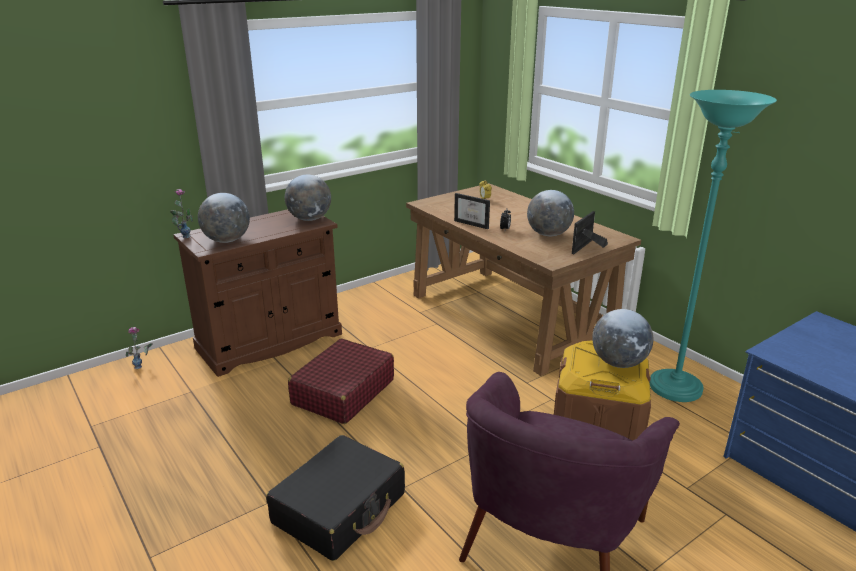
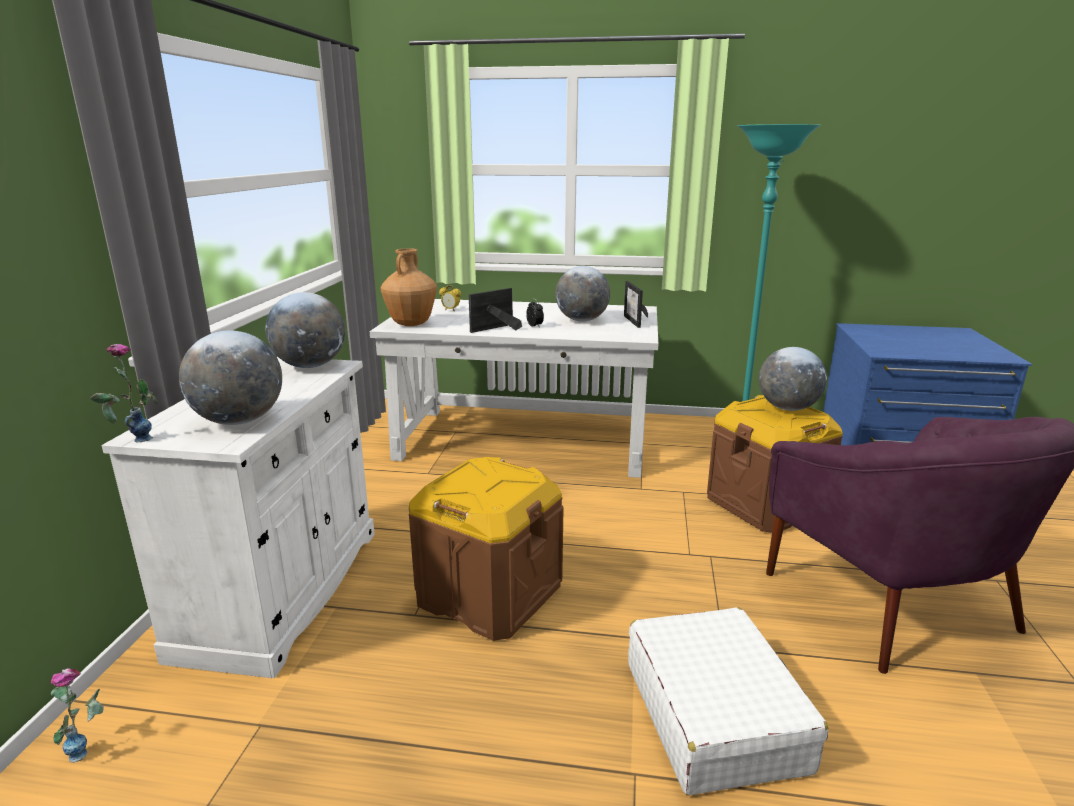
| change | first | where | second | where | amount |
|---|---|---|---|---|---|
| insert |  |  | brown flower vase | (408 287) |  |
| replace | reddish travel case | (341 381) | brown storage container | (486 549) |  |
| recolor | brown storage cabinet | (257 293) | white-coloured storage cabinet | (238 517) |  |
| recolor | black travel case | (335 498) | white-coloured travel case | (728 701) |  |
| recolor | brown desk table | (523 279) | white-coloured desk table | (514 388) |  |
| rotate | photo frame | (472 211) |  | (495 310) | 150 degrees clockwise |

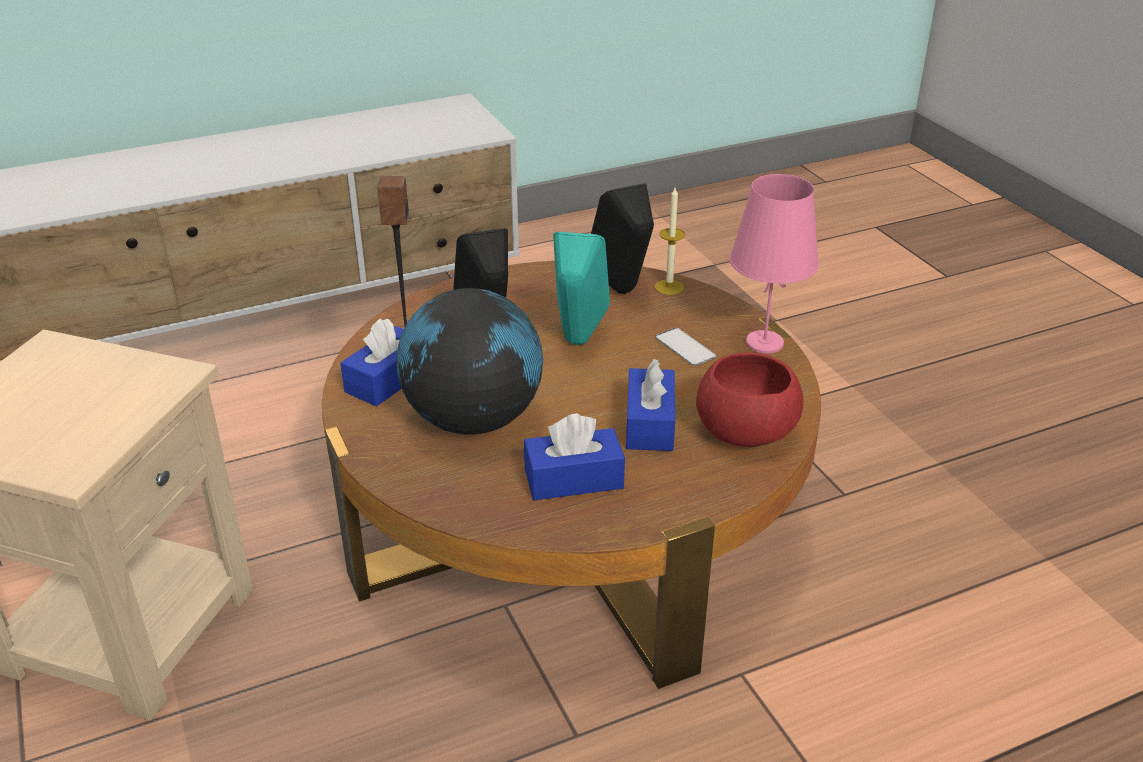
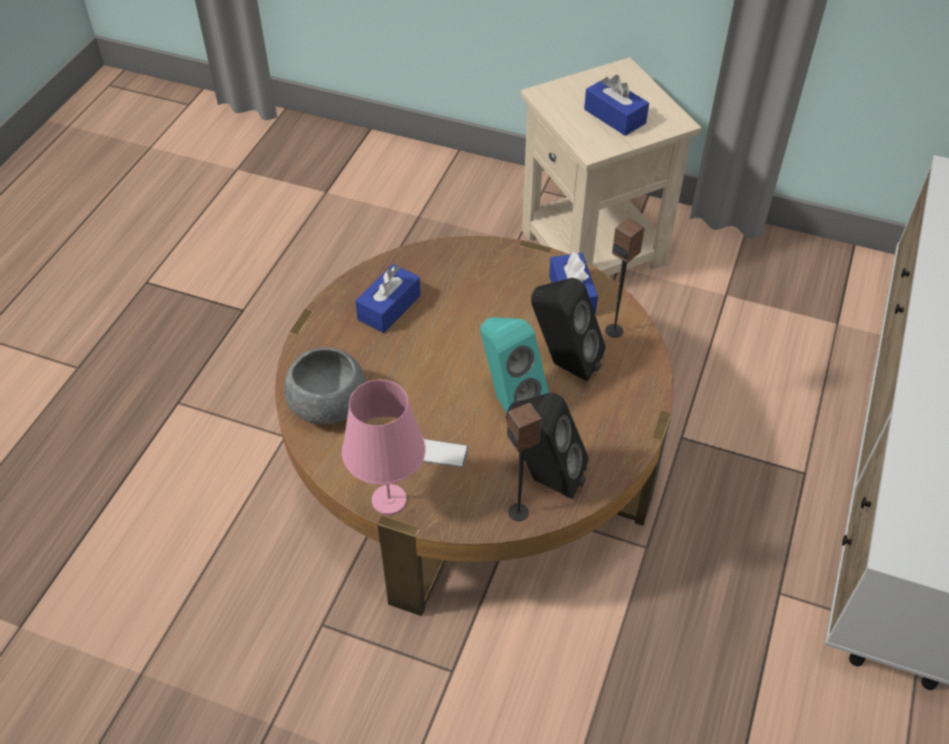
| change | first | where | second | where | amount |
|---|---|---|---|---|---|
| delete | world globe | (469 361) |  |  |  |
| move | blue tissue box | (650 405) |  | (616 105) |  |
| replace | wax candle | (670 241) | speaker | (524 462) |  |
| recolor | reddish deep dish | (749 399) | gray deep dish | (325 386) |  |

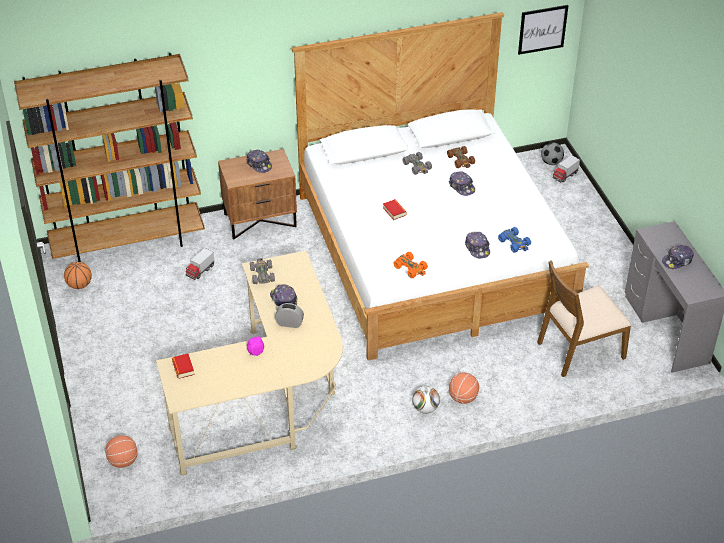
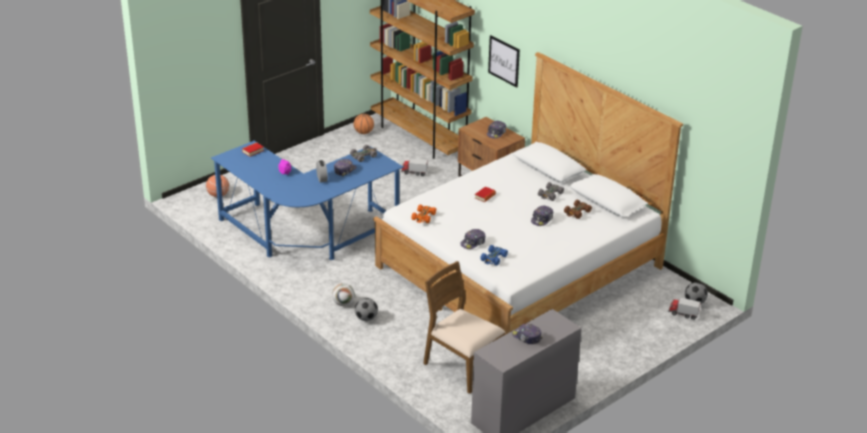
| change | first | where | second | where | amount |
|---|---|---|---|---|---|
| move | wall picture | (543 30) |  | (504 61) |  |
| replace | basketball | (464 388) | football ball | (366 309) |  |
| recolor | beige desk table | (249 363) | blue desk table | (307 200) |  |

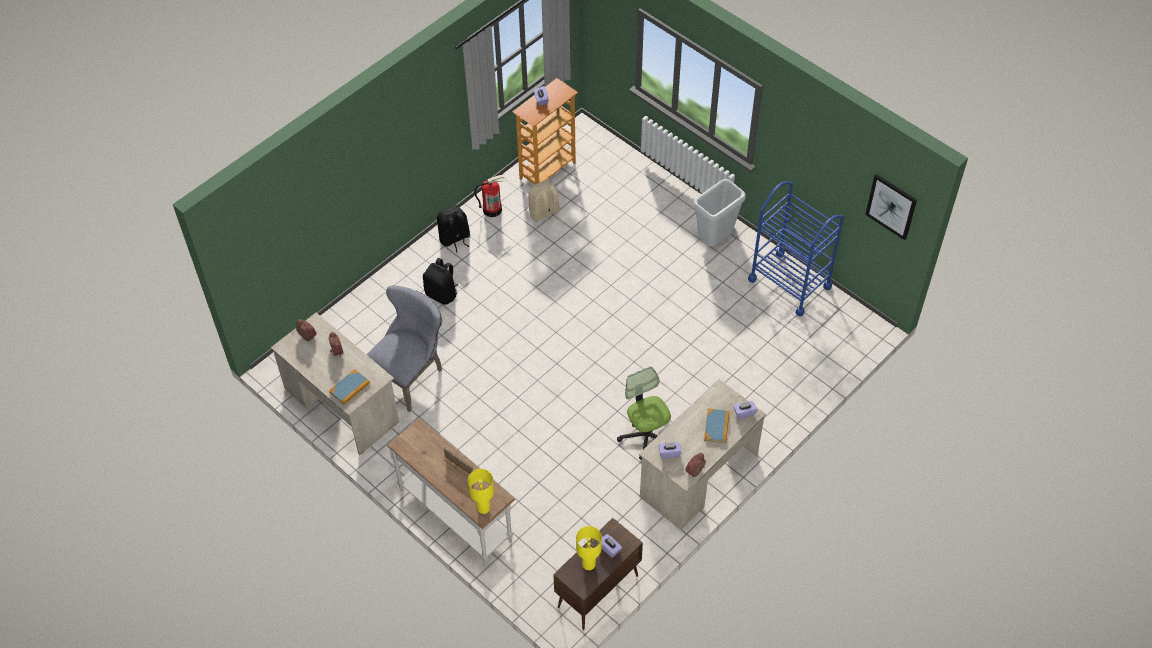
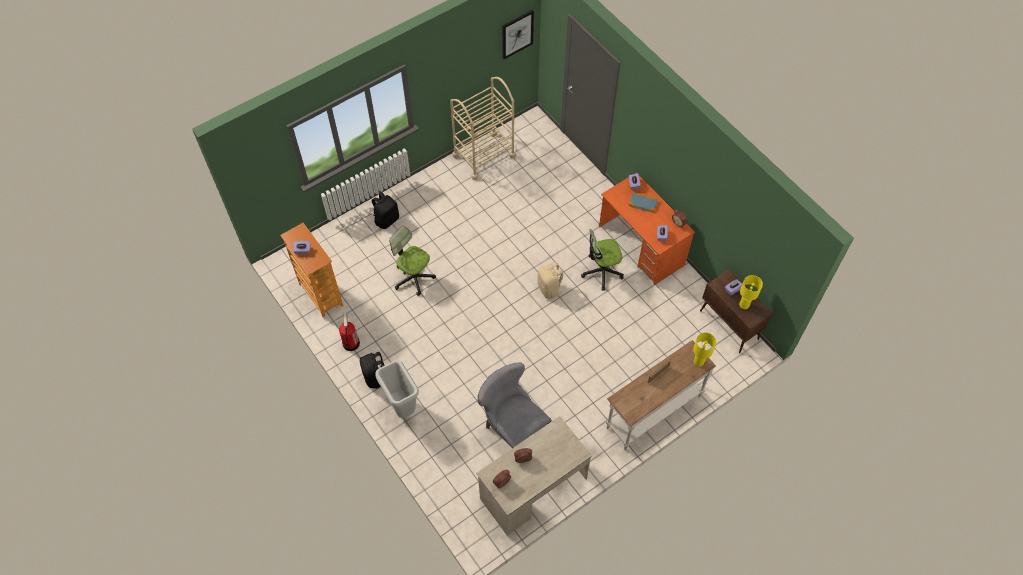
| change | first | where | second | where | amount |
|---|---|---|---|---|---|
| delete | book | (349 387) |  |  |  |
| insert |  |  | computer chair | (412 261) |  |
| move | black rucksack | (440 281) |  | (385 210) |  |
| move | beige rucksack | (544 203) |  | (551 280) |  |
| move | gray rubbish bin | (719 213) |  | (397 389) |  |
| recolor | beige desk table | (702 454) | orangey desk table | (647 228) |  |
| recolor | blue cart | (796 249) | beige cart | (483 128) |  |

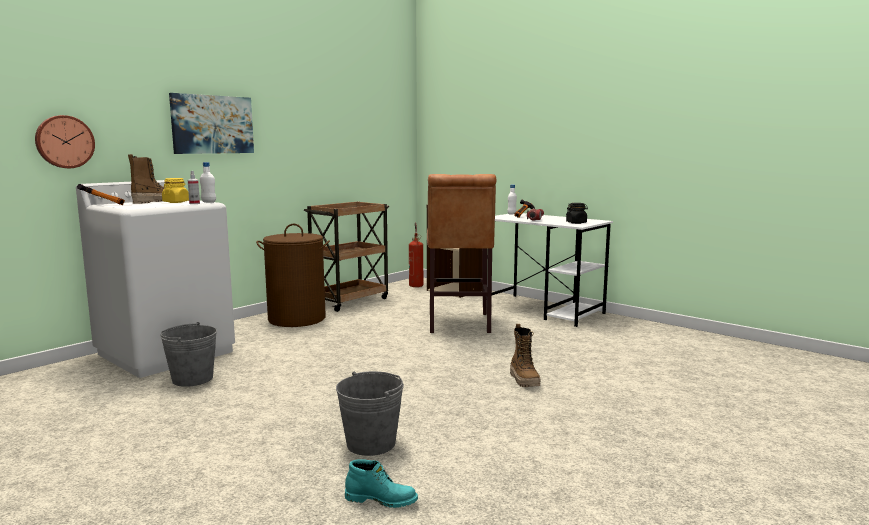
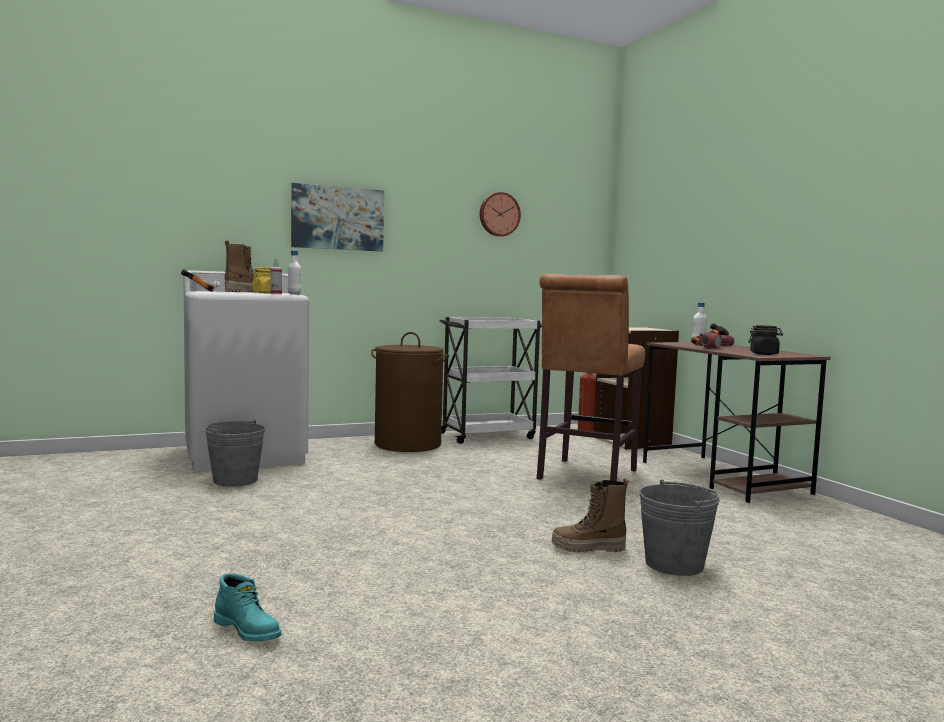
| change | first | where | second | where | amount |
|---|---|---|---|---|---|
| move | clock on the wall | (65 141) |  | (500 214) |  |
| move | gray water bucket | (370 413) |  | (679 528) |  |
| recolor | brown cart | (346 256) | white-coloured cart | (491 380) |  |
| recolor | white-coloured desk table | (552 270) | brown desk table | (737 422) |  |
| rotate | high-top boot | (525 355) |  | (590 515) | 75 degrees clockwise |

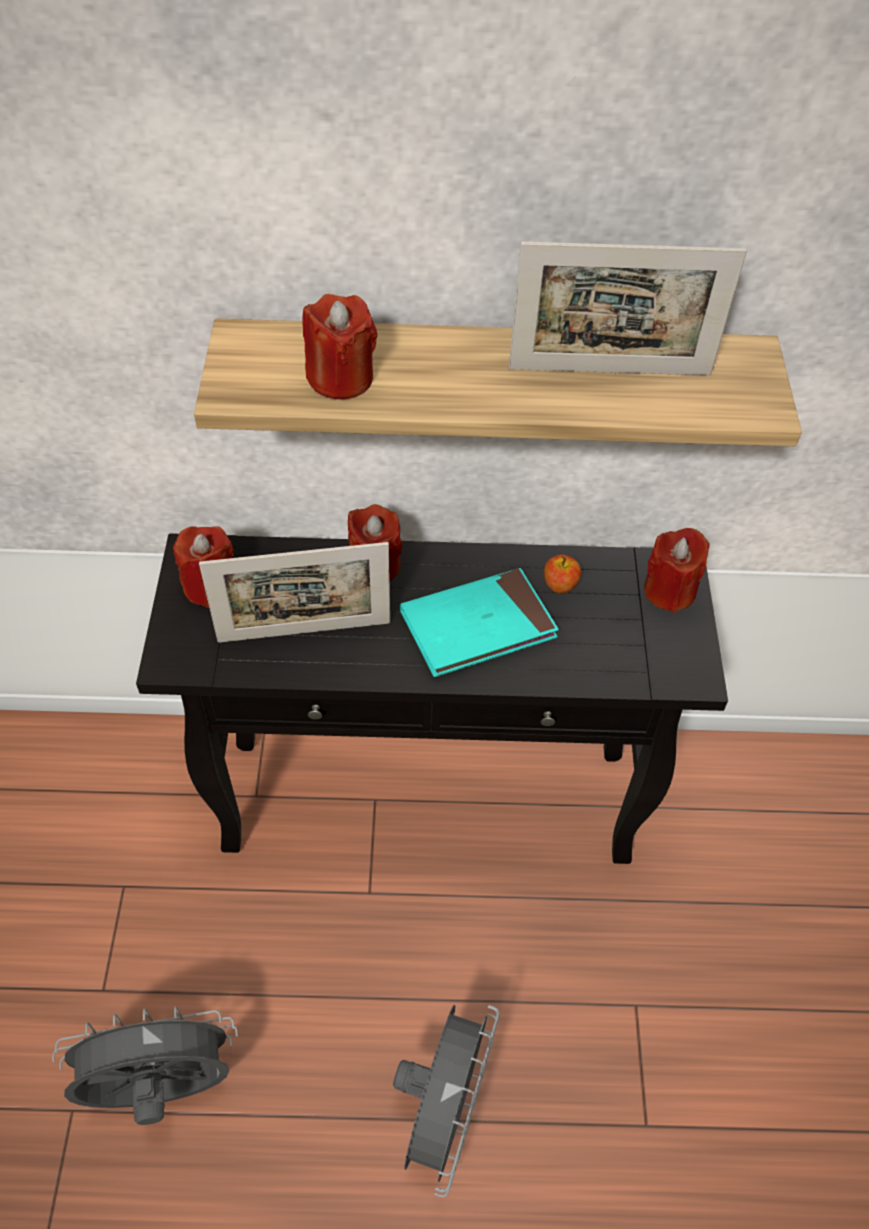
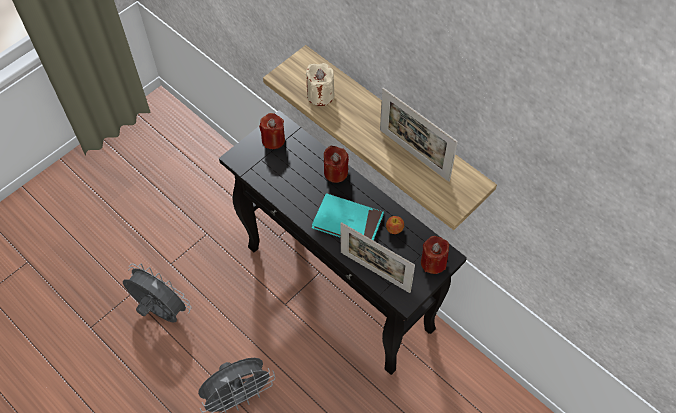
| change | first | where | second | where | amount |
|---|---|---|---|---|---|
| move | photo frame | (294 592) |  | (377 257) |  |
| recolor | reddish wax candle | (339 346) | beige wax candle | (320 84) |  |

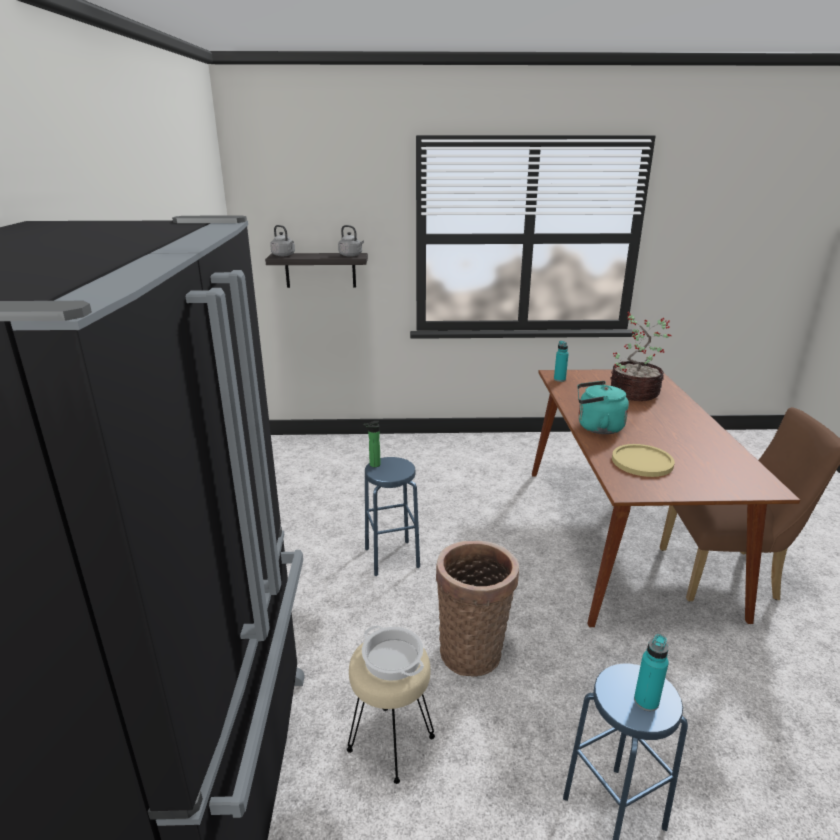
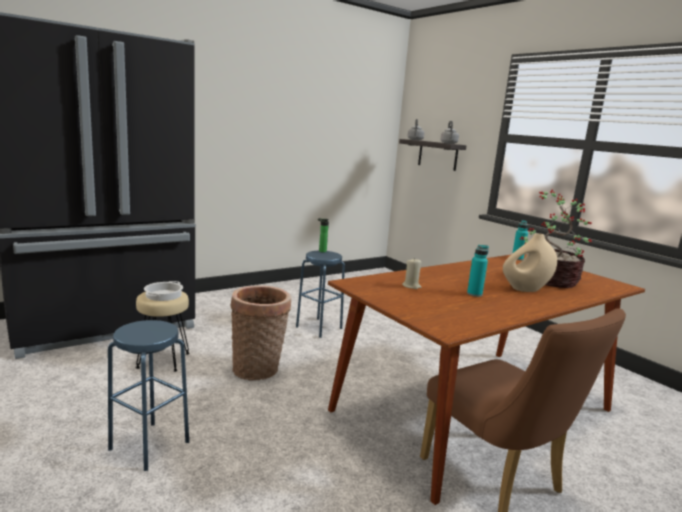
| change | first | where | second | where | amount |
|---|---|---|---|---|---|
| delete | turquoise-coloured tea kettle | (603 407) |  |  |  |
| insert |  |  | beige flower vase | (530 262) |  |
| move | turquoise-coloured beverage bottle | (651 672) |  | (478 271) |  |
| replace | yellow-coloured dinner plate | (643 460) | beige wax candle | (411 273) |  |

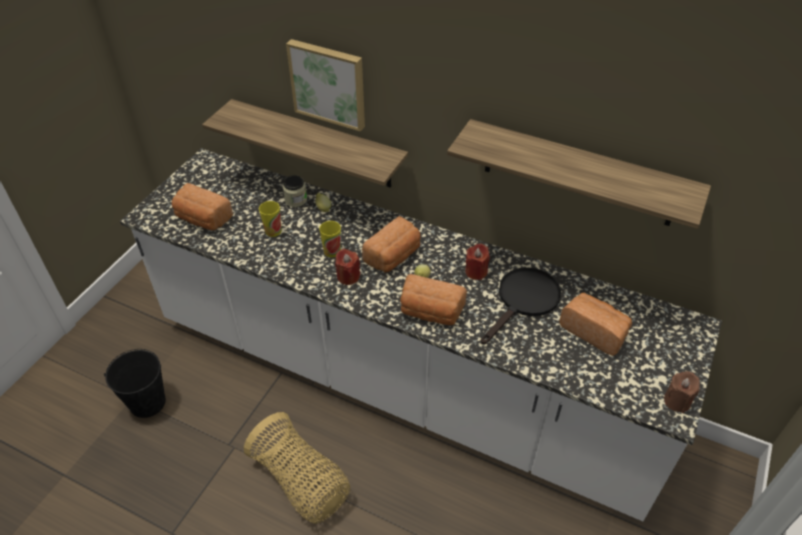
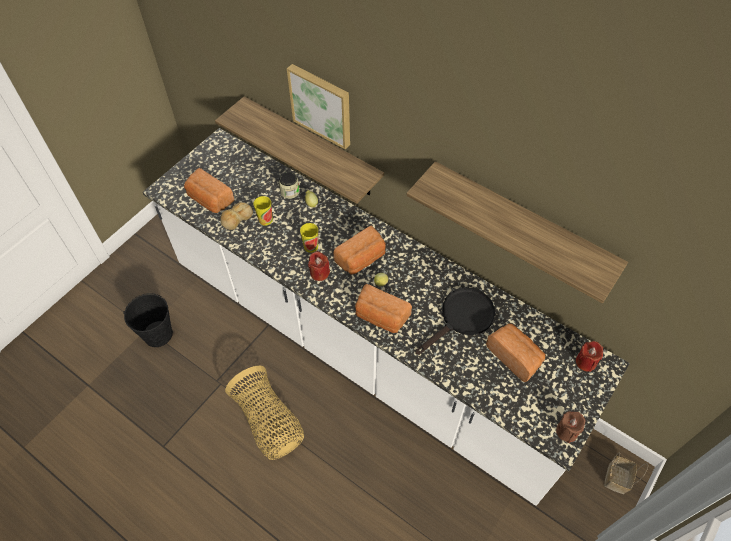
| change | first | where | second | where | amount |
|---|---|---|---|---|---|
| insert |  |  | baked bread | (236 216) |  |
| insert |  |  | basket | (626 473) |  |
| move | reddish wax candle | (477 261) |  | (589 356) |  |

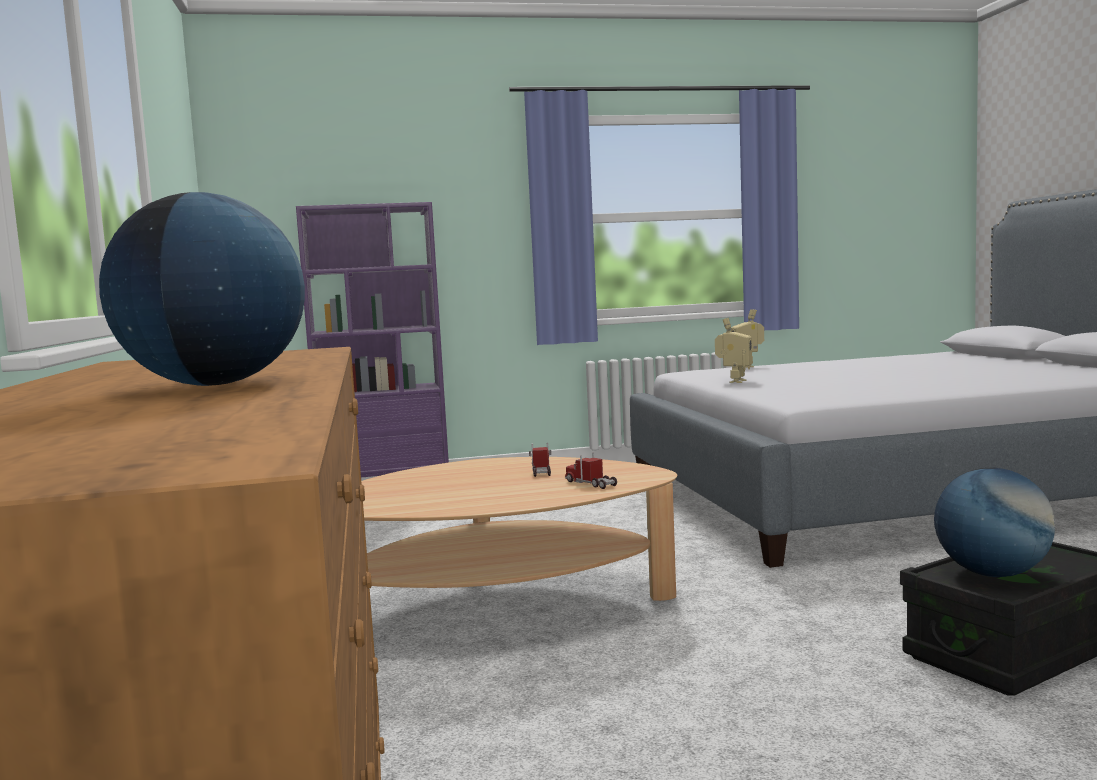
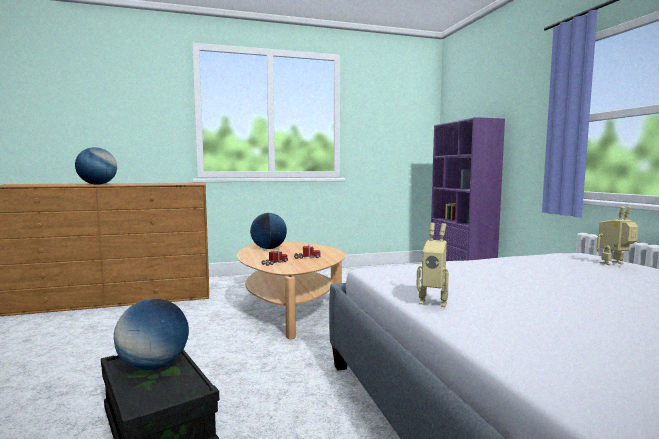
| change | first | where | second | where | amount |
|---|---|---|---|---|---|
| insert |  |  | world globe | (268 231) |  |
| move | robot figure | (733 350) |  | (432 265) |  |

